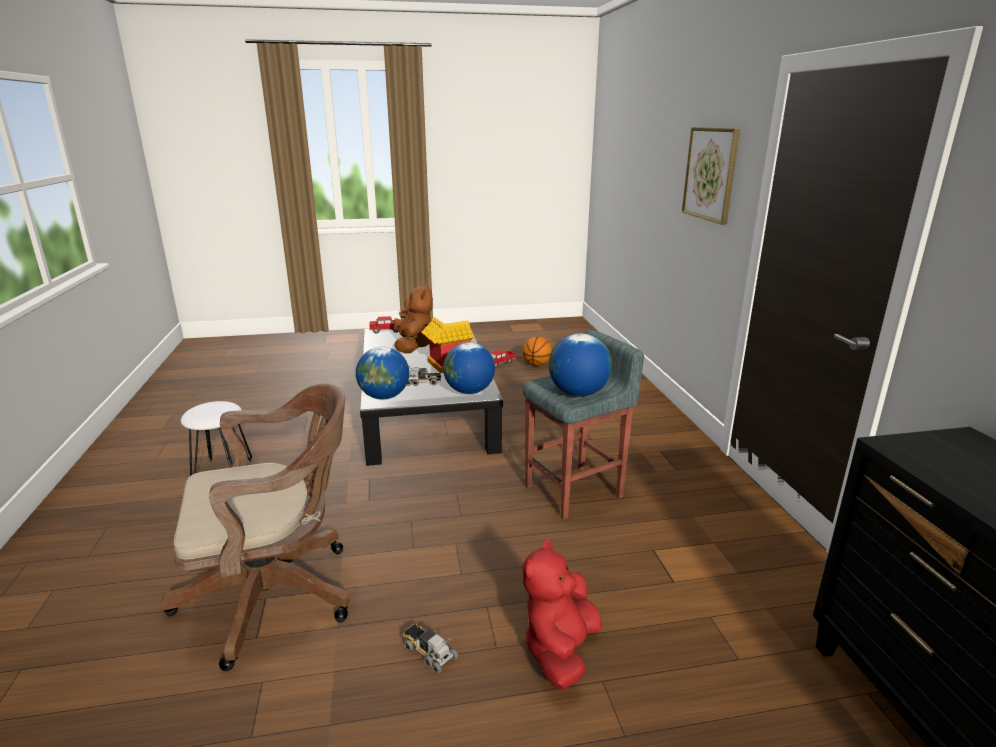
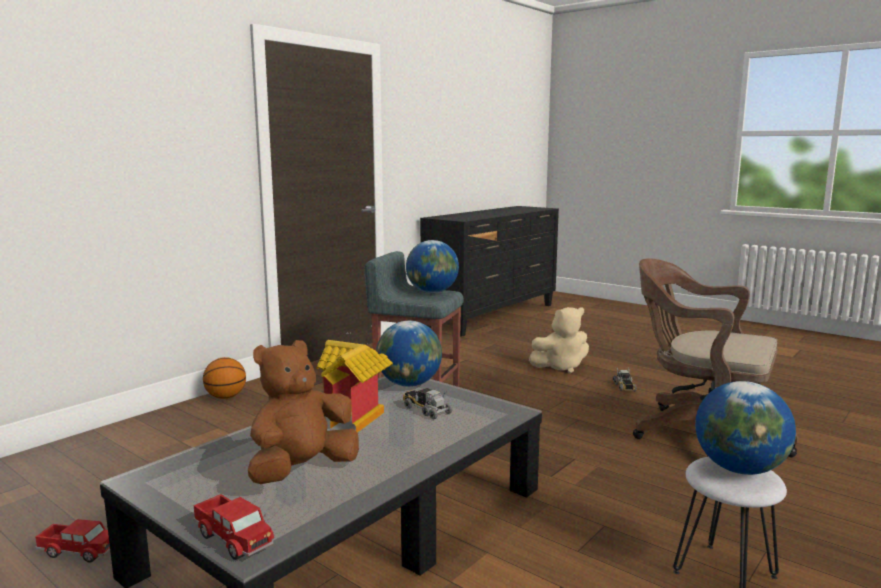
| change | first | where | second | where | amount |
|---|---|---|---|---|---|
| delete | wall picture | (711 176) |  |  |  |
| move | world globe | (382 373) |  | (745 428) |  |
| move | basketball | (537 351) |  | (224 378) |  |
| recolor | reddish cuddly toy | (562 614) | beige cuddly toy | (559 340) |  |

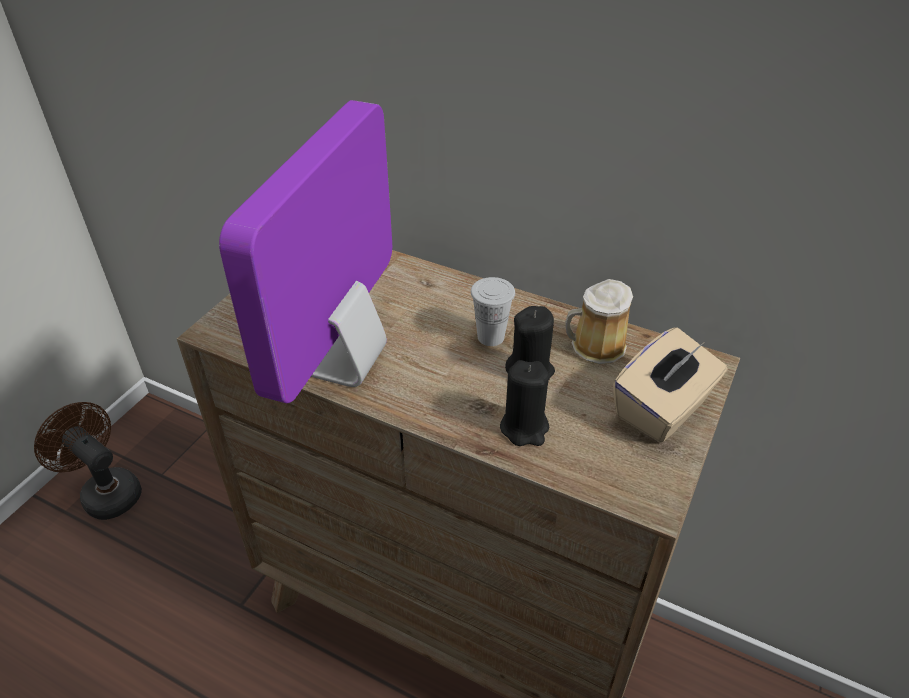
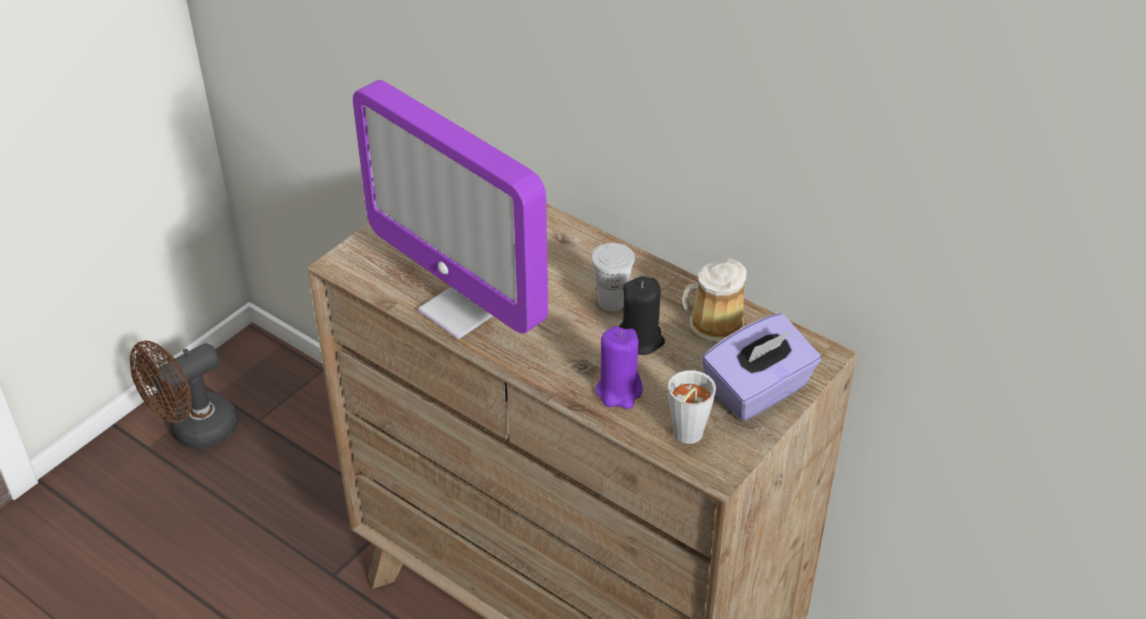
| change | first | where | second | where | amount |
|---|---|---|---|---|---|
| insert |  |  | gray cup | (692 407) |  |
| recolor | black wax candle | (524 403) | purple wax candle | (619 367) |  |
| recolor | beige tissue box | (670 385) | purple tissue box | (761 367) |  |
| rotate | brown fan | (88 461) |  | (184 395) | 90 degrees counterclockwise |
| rotate | monitor | (305 251) |  | (450 209) | 75 degrees counterclockwise |

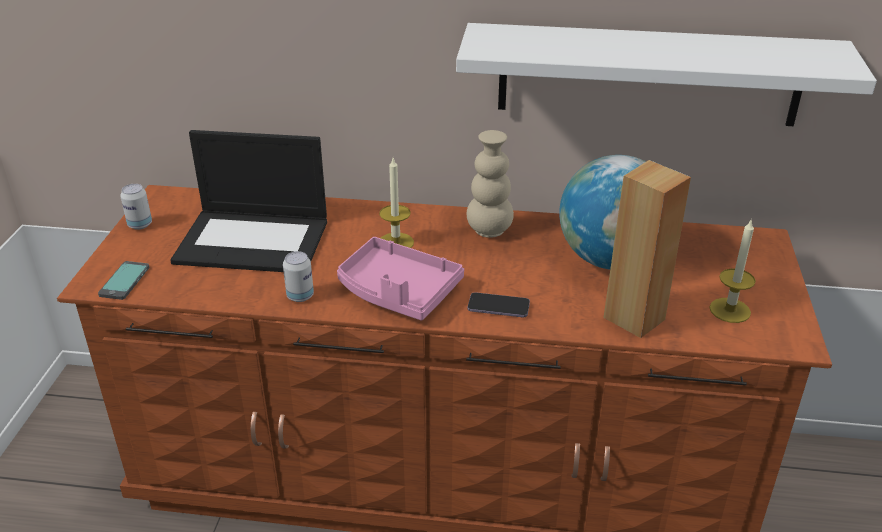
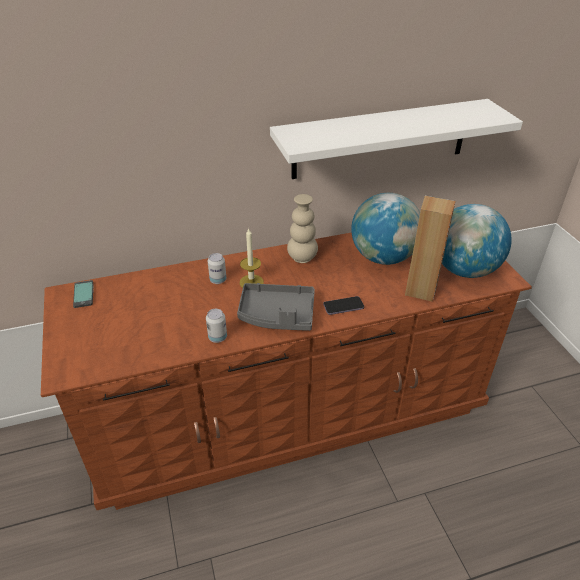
| change | first | where | second | where | amount |
|---|---|---|---|---|---|
| delete | portable computer | (248 201) |  |  |  |
| move | phone | (123 280) |  | (83 294) |  |
| move | sealed can | (136 207) |  | (217 268) |  |
| replace | wax candle | (732 271) | world globe | (477 241) |  |
| recolor | pink-coloured carrying tray | (400 278) | gray carrying tray | (276 307) |  |

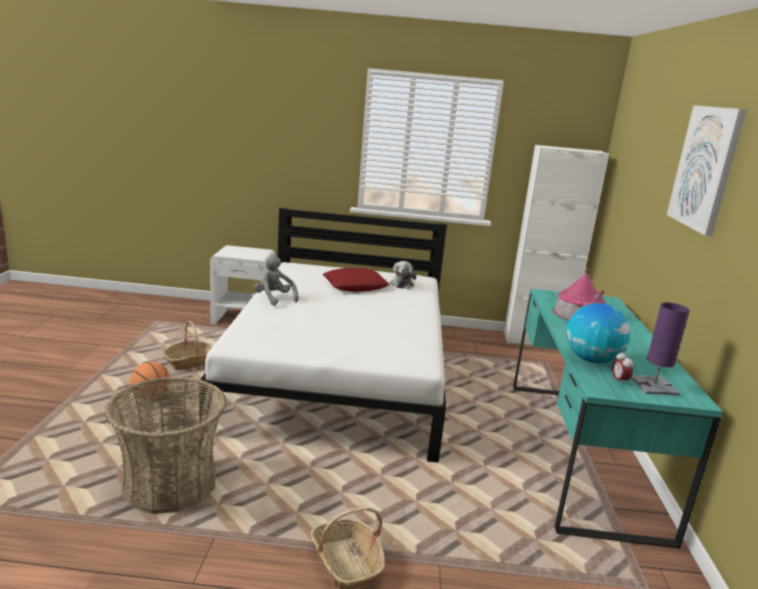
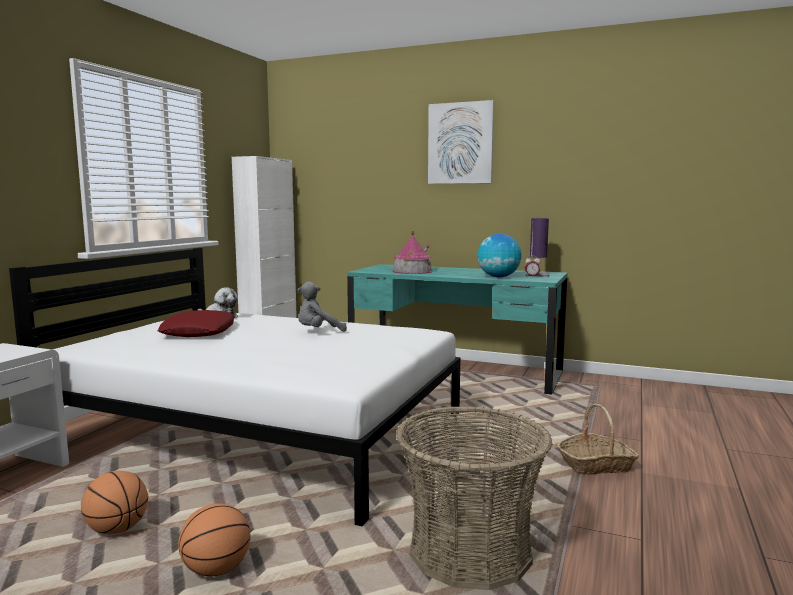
| change | first | where | second | where | amount |
|---|---|---|---|---|---|
| move | gray cuddly toy | (276 280) |  | (322 307) |  |
| replace | basket | (188 345) | basketball | (114 502) |  |

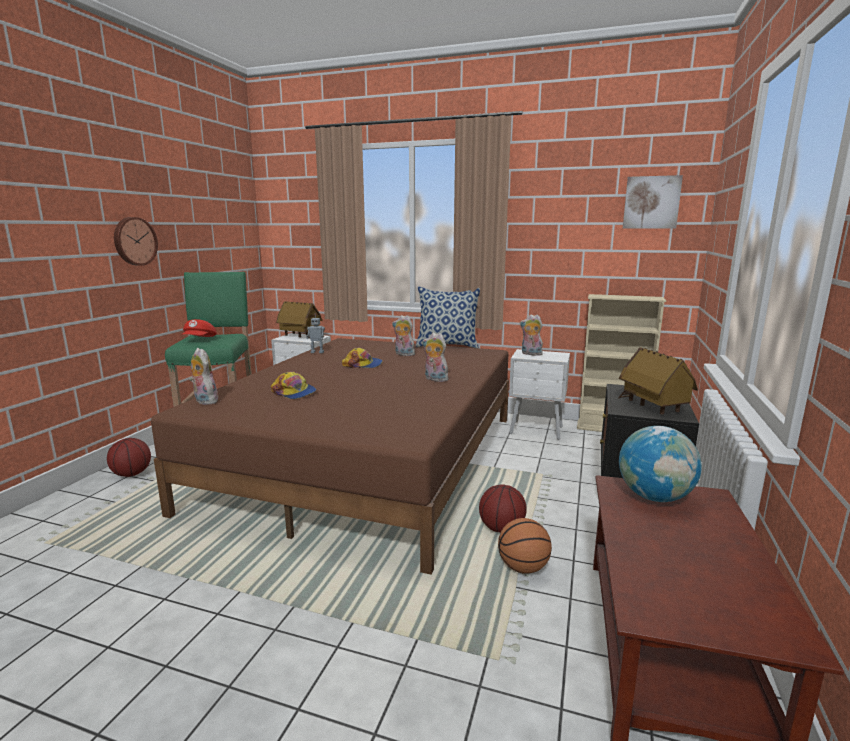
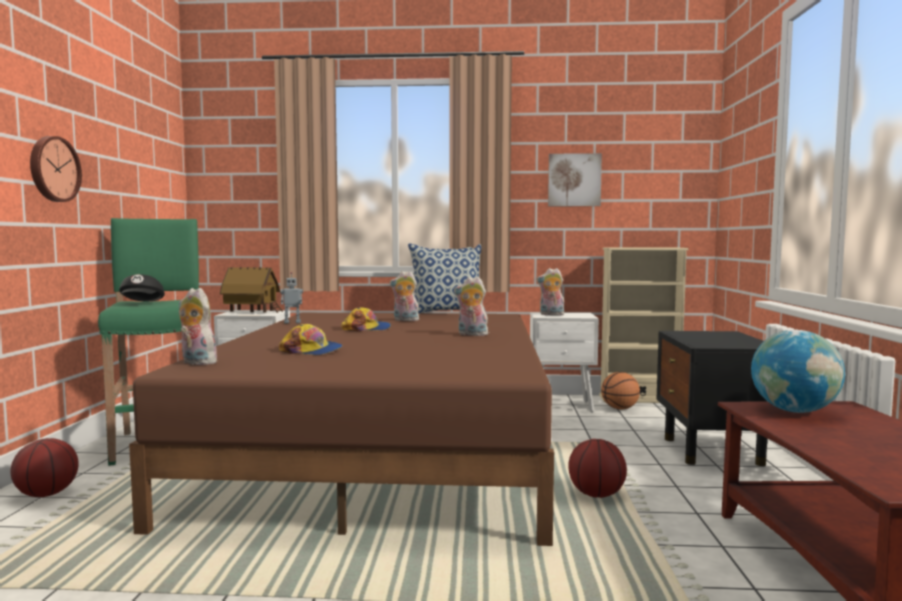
| change | first | where | second | where | amount |
|---|---|---|---|---|---|
| delete | model house | (658 380) |  |  |  |
| move | basketball | (525 546) |  | (620 390) |  |
| move | wall picture | (653 202) |  | (575 179) |  |
| recolor | reddish baseball cap | (200 328) | black baseball cap | (142 287) |  |

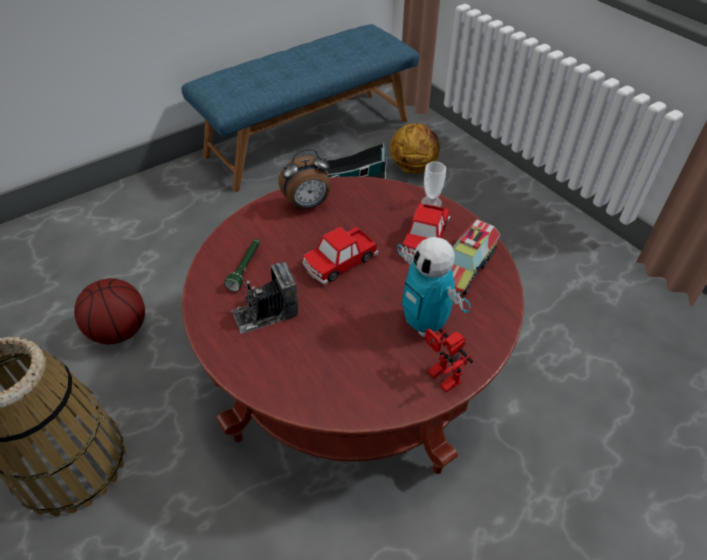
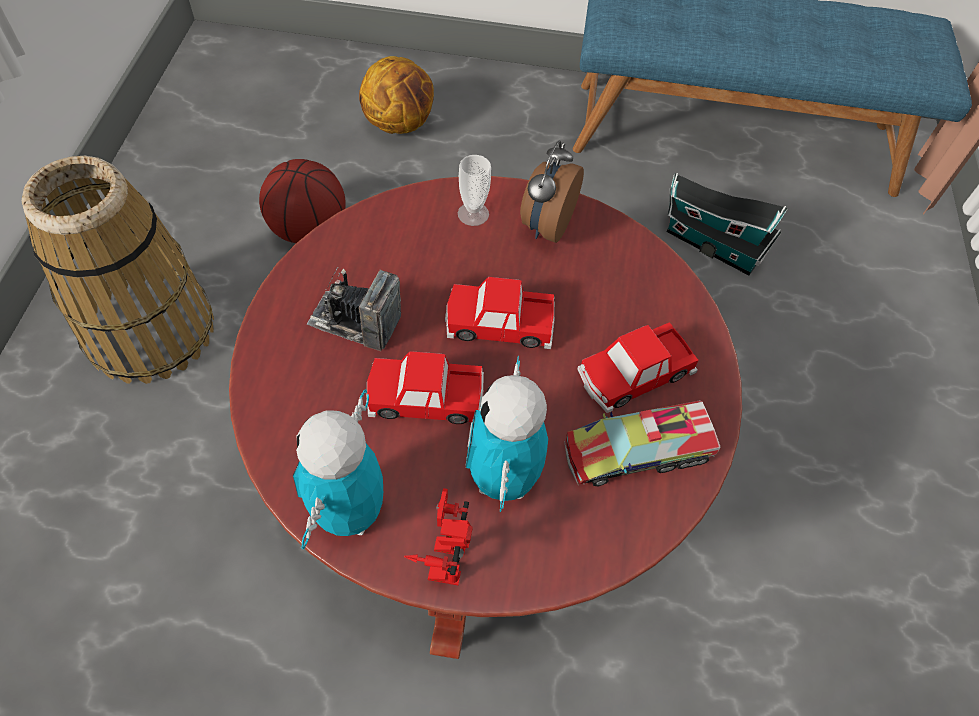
| change | first | where | second | where | amount |
|---|---|---|---|---|---|
| delete | greenish flashlight | (242 265) |  |  |  |
| insert |  |  | robot figure | (338 469) |  |
| insert |  |  | miniature car | (425 387) |  |
| move | basketball | (415 148) |  | (396 95) |  |
| move | cup | (433 184) |  | (474 190) |  |
| rotate | alarm clock | (304 179) |  | (552 191) | 90 degrees clockwise |

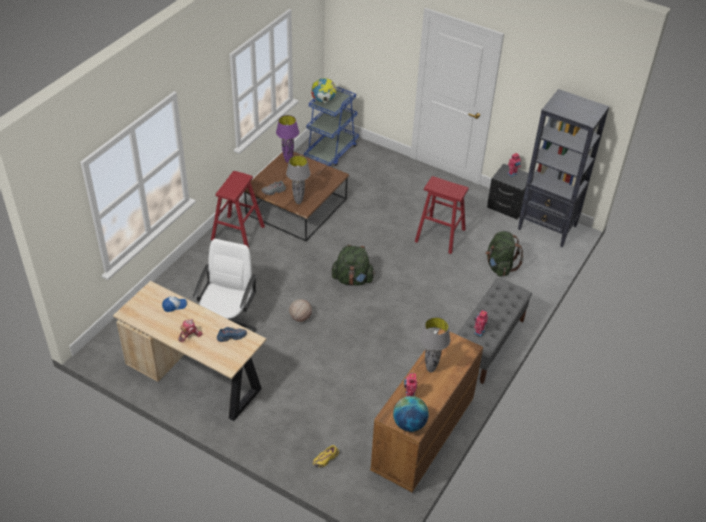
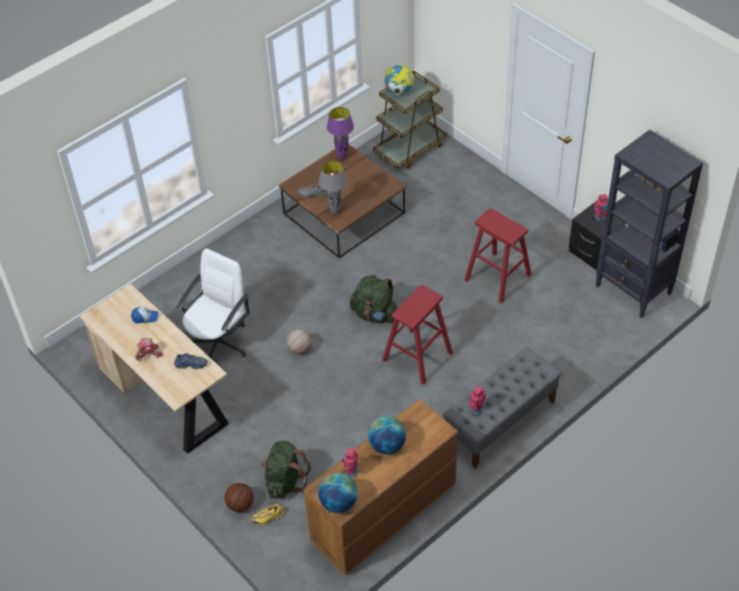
| change | first | where | second | where | amount |
|---|---|---|---|---|---|
| insert |  |  | basketball | (239 497) |  |
| move | reddish sitting stool | (238 209) |  | (417 335) |  |
| move | greenish rucksack | (504 253) |  | (286 470) |  |
| replace | gray tabletop lamp | (435 344) | world globe | (387 435) |  |
| recolor | blue cart | (331 126) | brown cart | (409 120) |  |

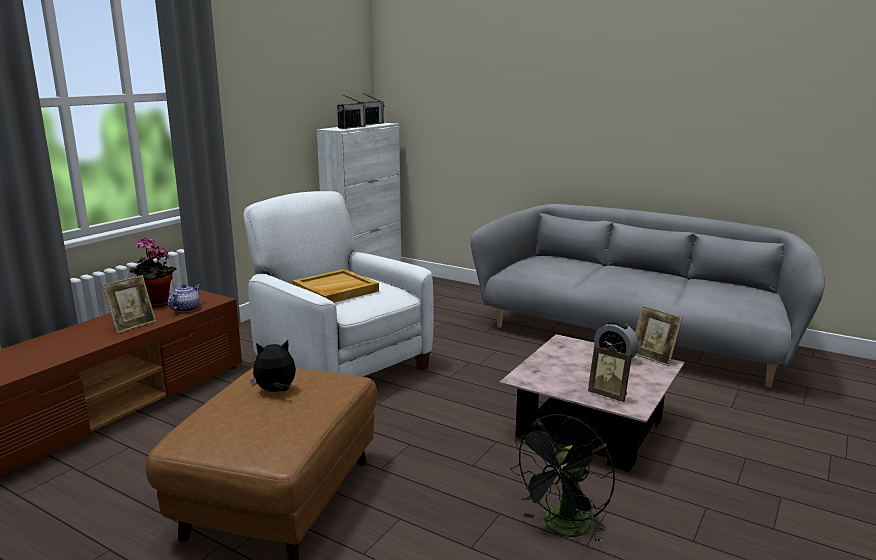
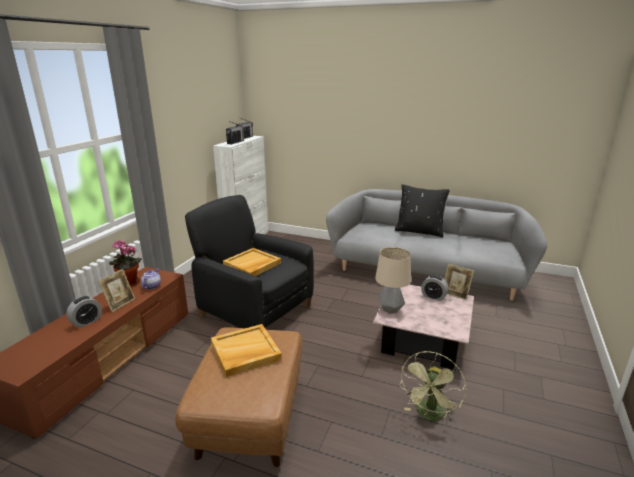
| change | first | where | second | where | amount |
|---|---|---|---|---|---|
| delete | photo frame | (610 373) |  |  |  |
| insert |  |  | alarm clock | (84 312) |  |
| insert |  |  | tabletop lamp | (393 280) |  |
| insert |  |  | black cushion | (422 210) |  |
| replace | cuddly toy | (273 366) | beige carrying tray | (246 350) |  |
| recolor | white-coloured lounge chair | (339 284) | black lounge chair | (249 261) |  |
| recolor | black fan | (562 478) | greenish fan | (432 387) |  |

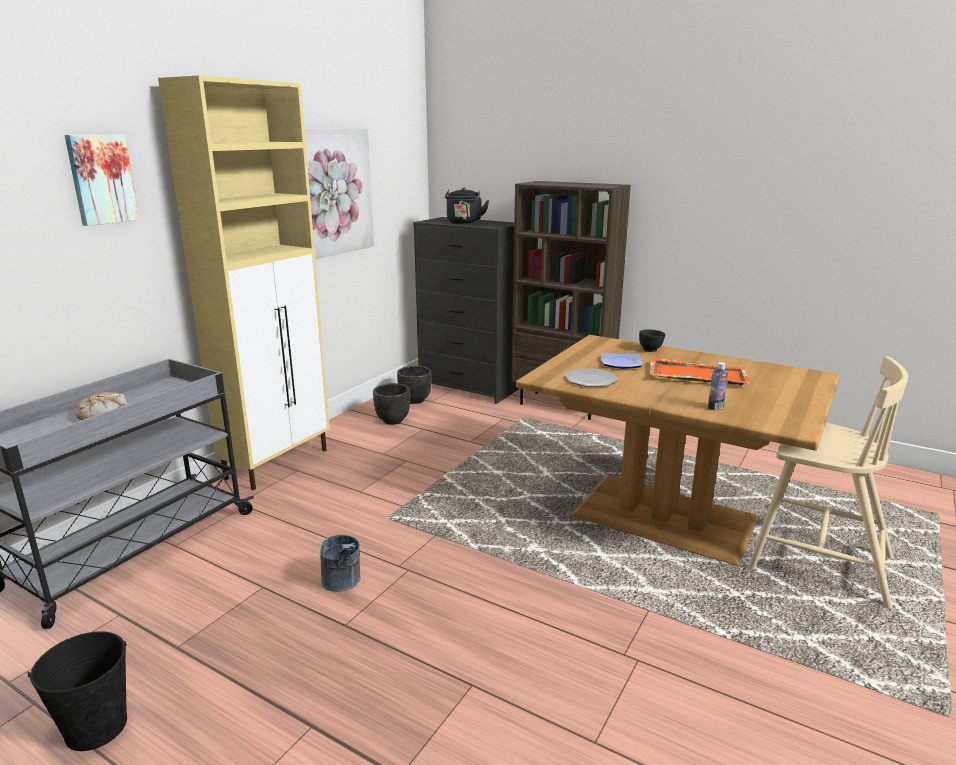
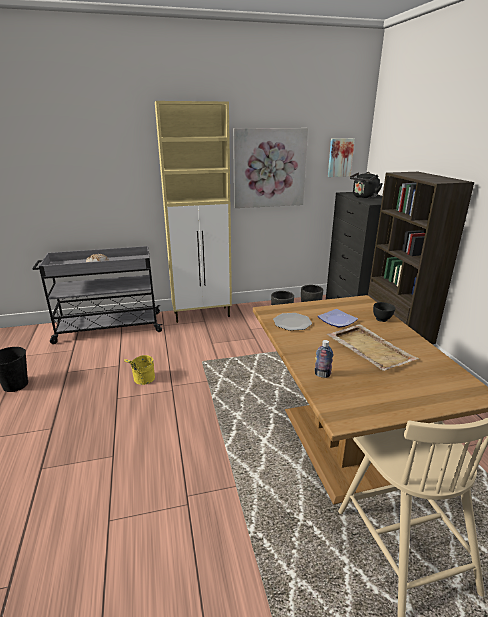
| change | first | where | second | where | amount |
|---|---|---|---|---|---|
| move | wall picture | (102 180) |  | (341 157) |  |
| recolor | gray water bucket | (340 563) | yellow-coloured water bucket | (139 370) |  |
| recolor | orangey carrying tray | (699 372) | beige carrying tray | (373 347) |  |

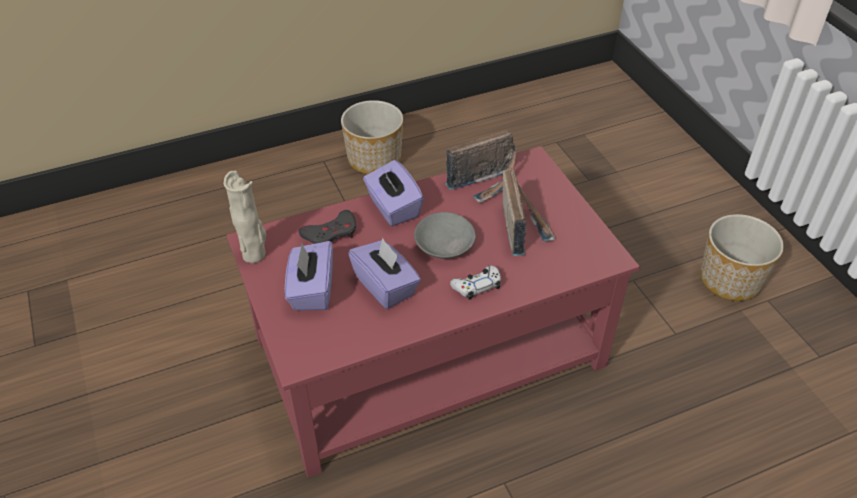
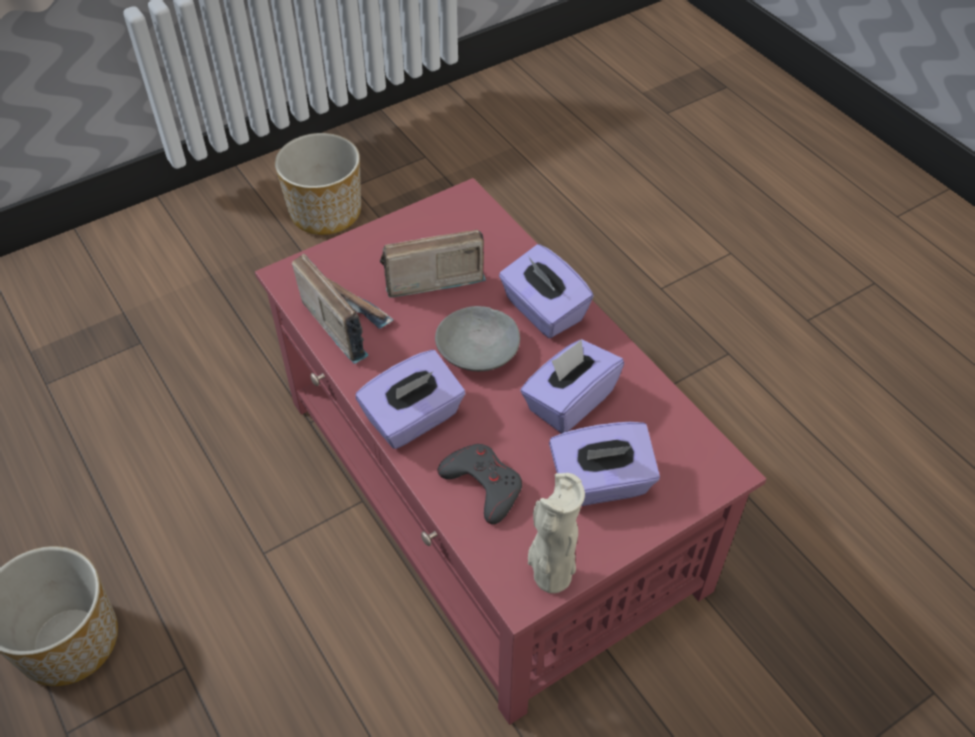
| change | first | where | second | where | amount |
|---|---|---|---|---|---|
| replace | white-coloured game controller | (475 282) | purple tissue box | (546 291) |  |

